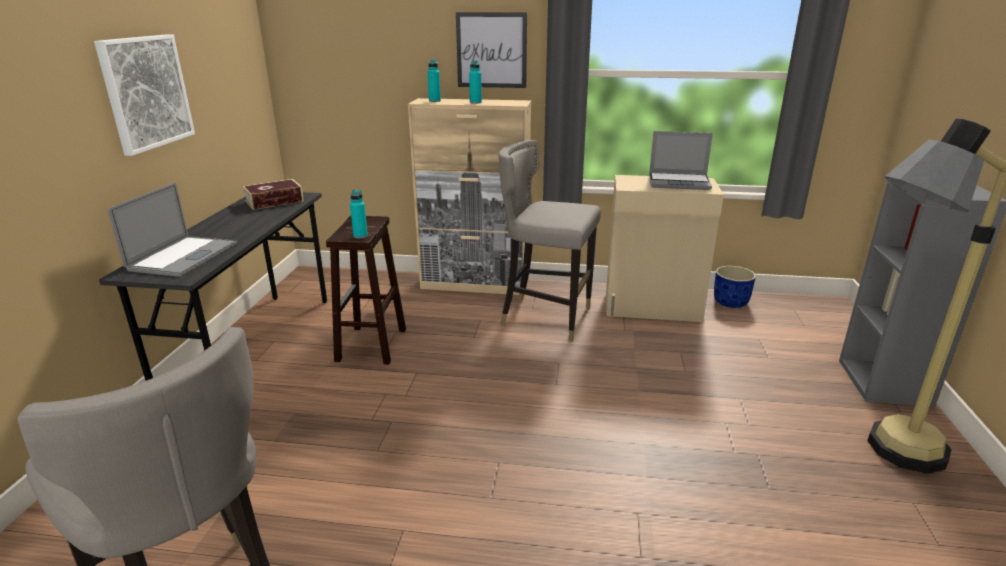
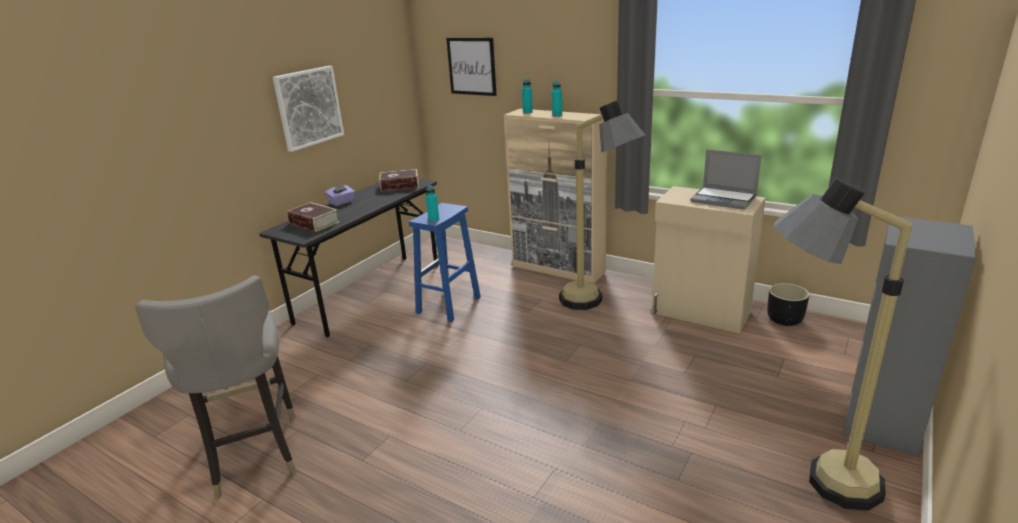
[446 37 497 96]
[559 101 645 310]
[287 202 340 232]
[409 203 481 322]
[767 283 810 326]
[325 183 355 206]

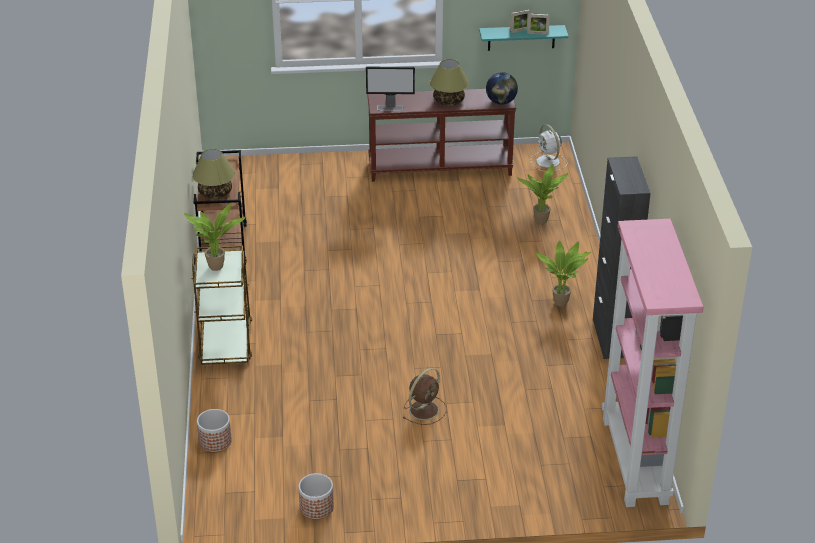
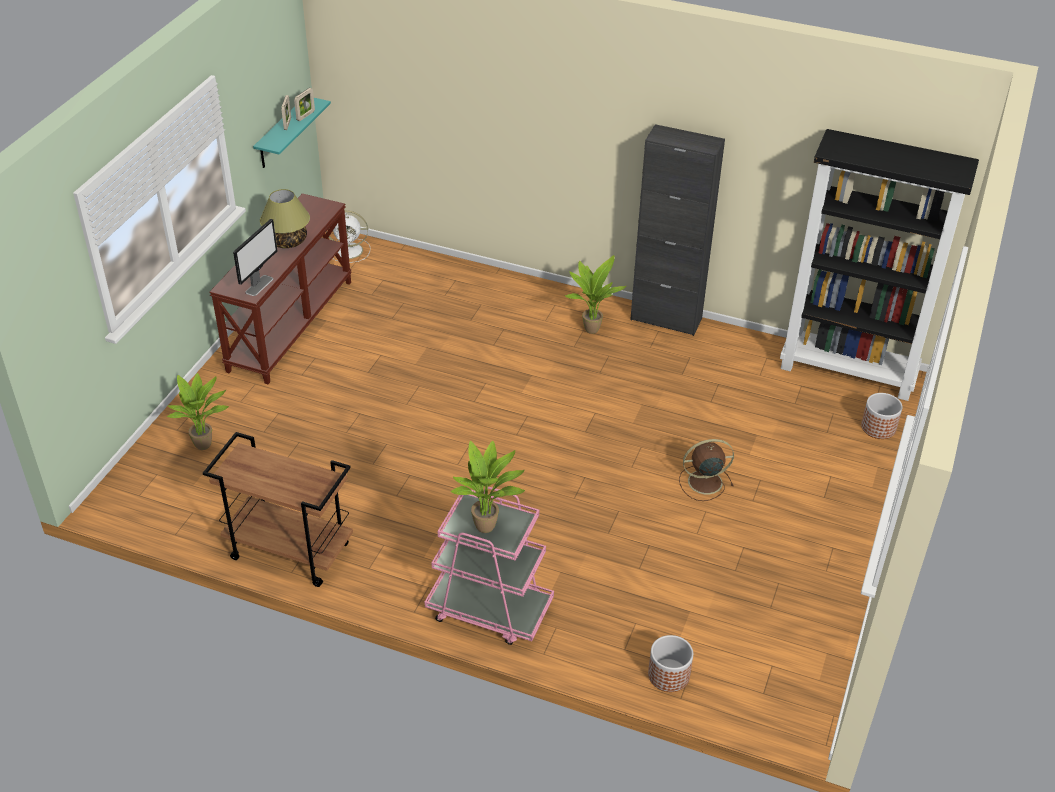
[486 72 518 105] (first image)
[192 149 235 199] (first image)
[167 373 229 450]
[780 129 979 401]
[424 487 554 645]
[679 439 734 501]
[861 393 903 439]

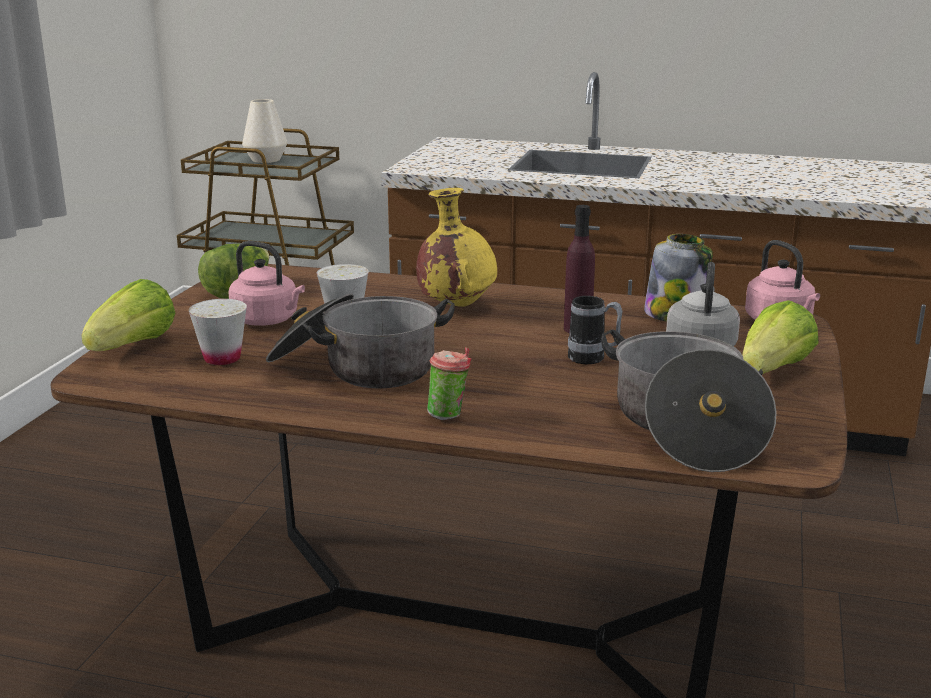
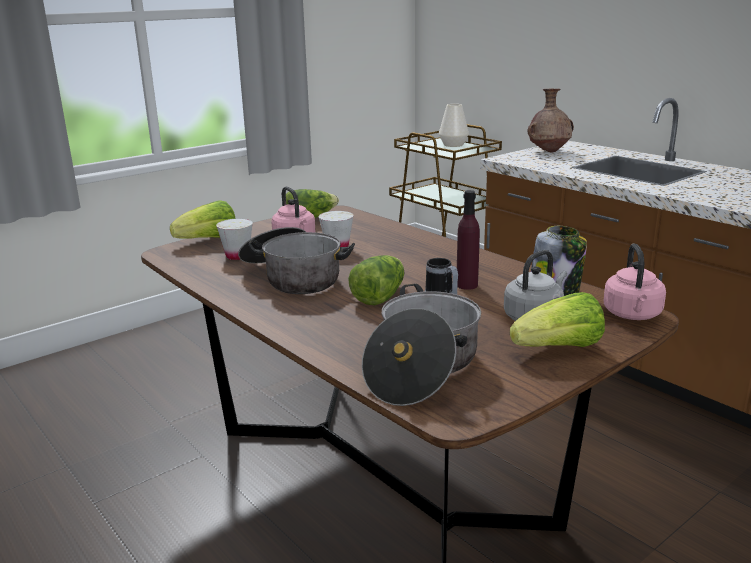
[416 188 497 307] (first image)
[427 347 472 420] (first image)
[528 89 574 153]
[348 255 405 305]

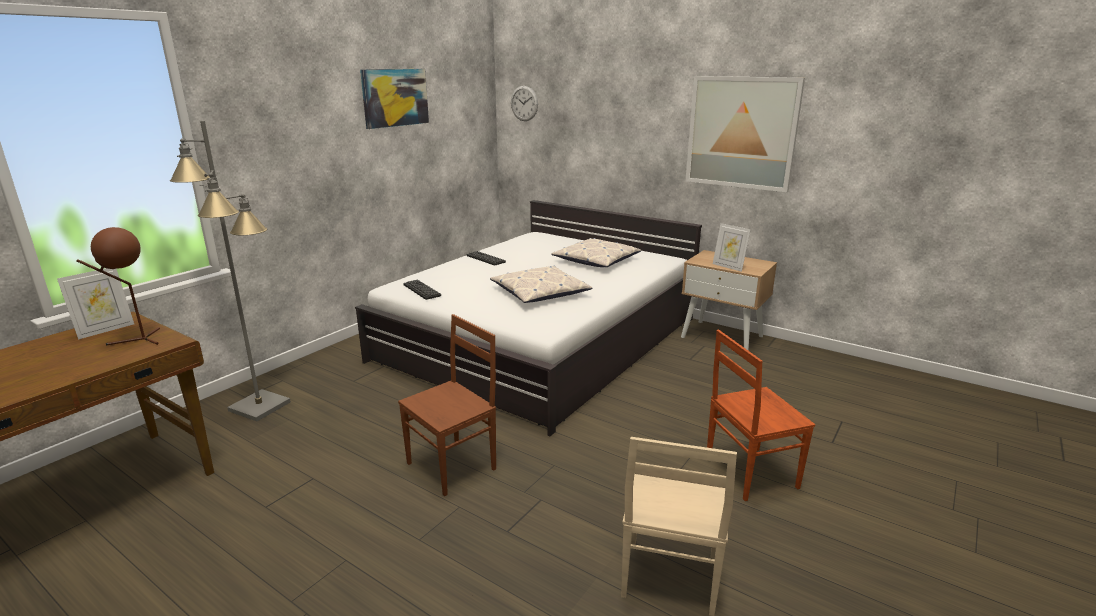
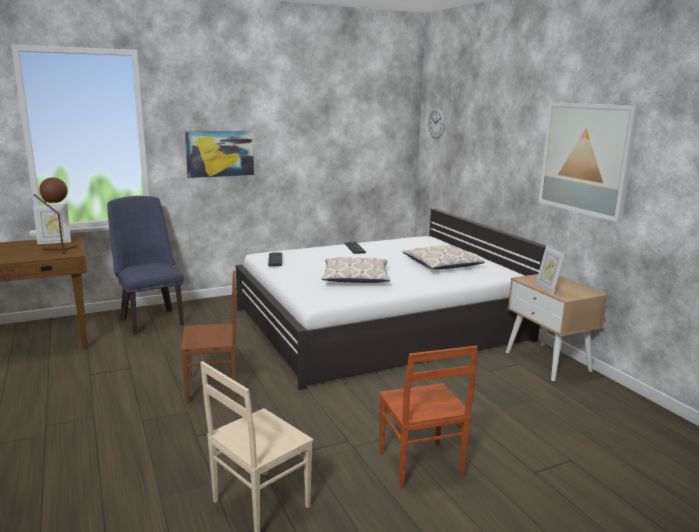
[185 131 254 178]
[107 196 184 335]
[379 346 478 489]

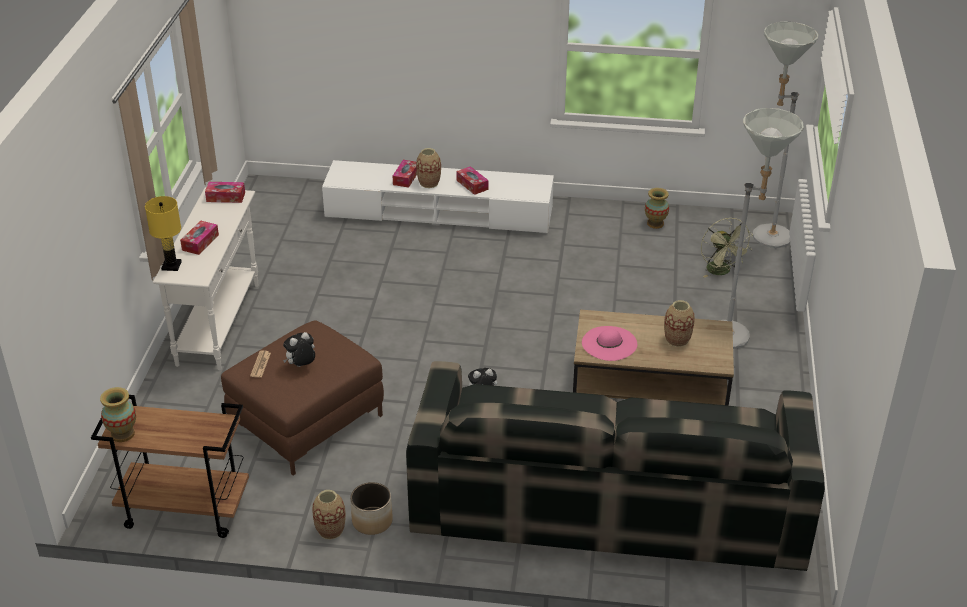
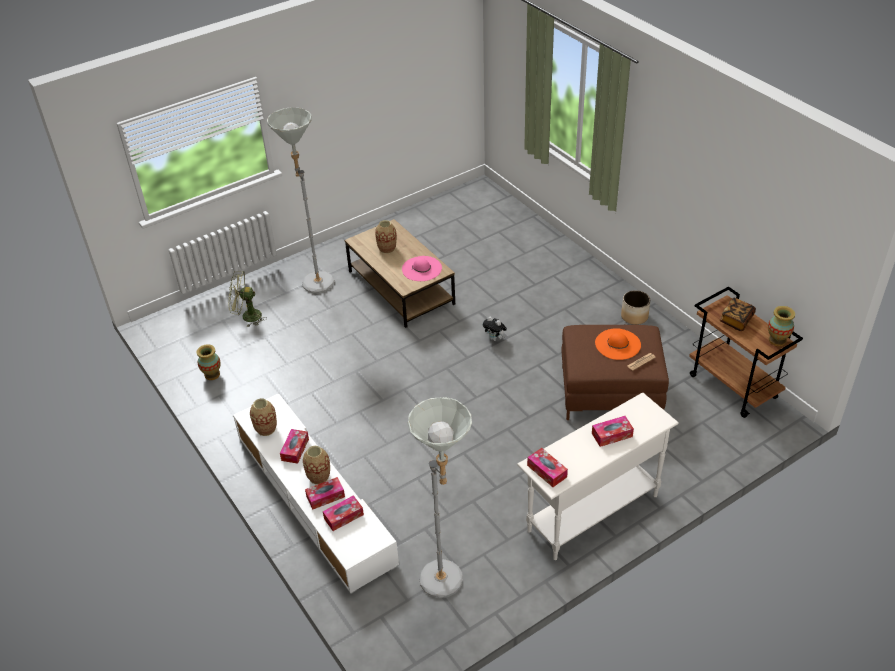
[408 397 472 598]
[145 196 182 271] (first image)
[229 271 267 327]
[595 328 641 360]
[406 361 825 571] (first image)
[250 398 277 436]
[720 297 756 331]
[323 495 364 531]

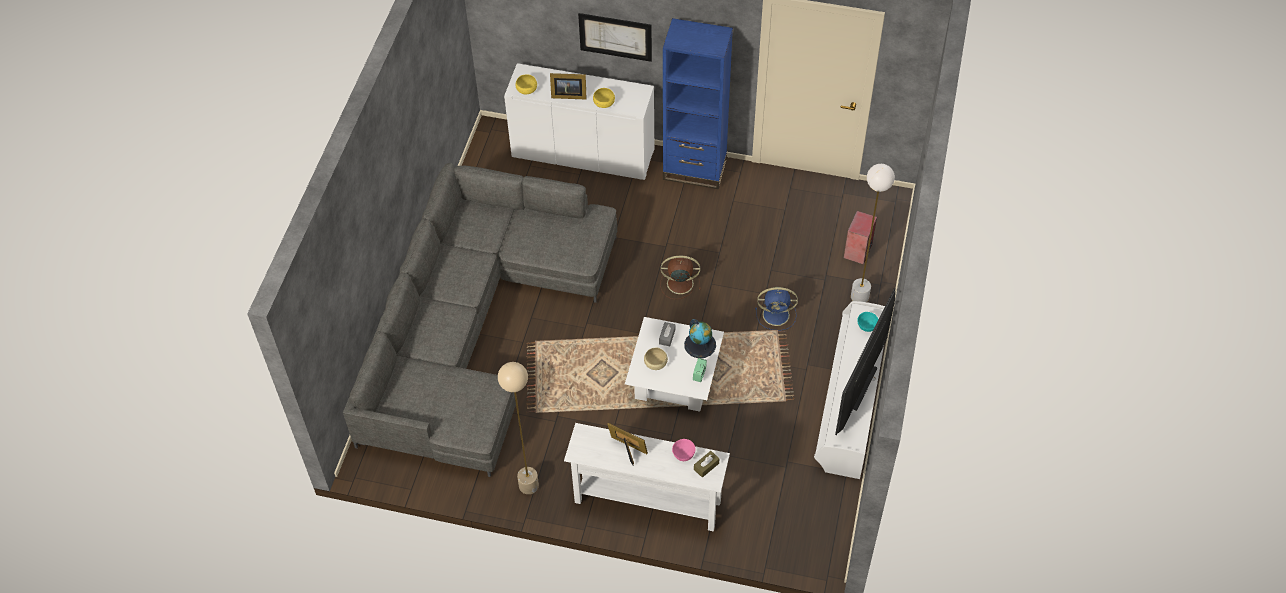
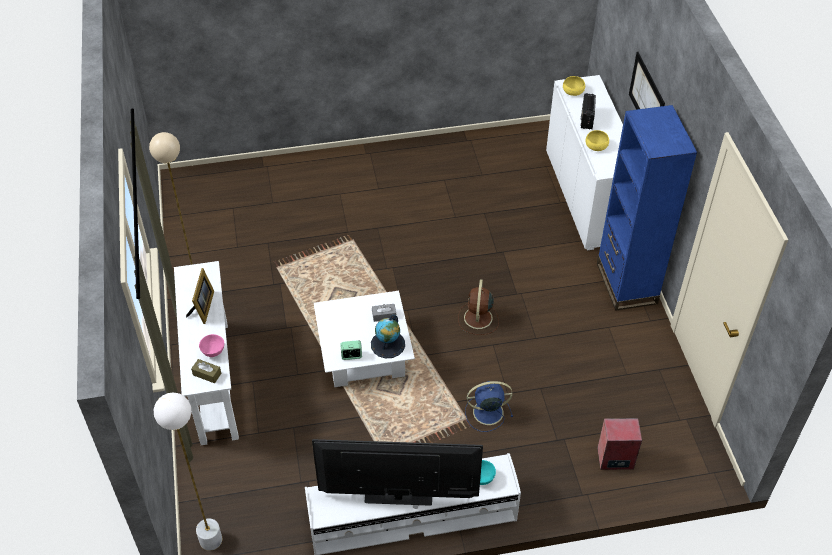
[580 93 596 129]
[343 163 617 477] (first image)
[154 392 222 551]
[458 280 499 335]
[465 381 513 432]
[644 348 668 370] (first image)

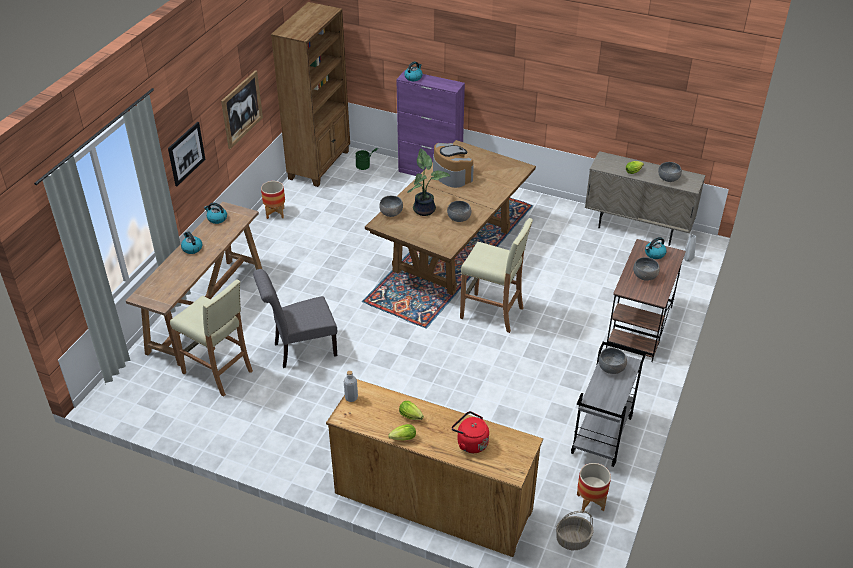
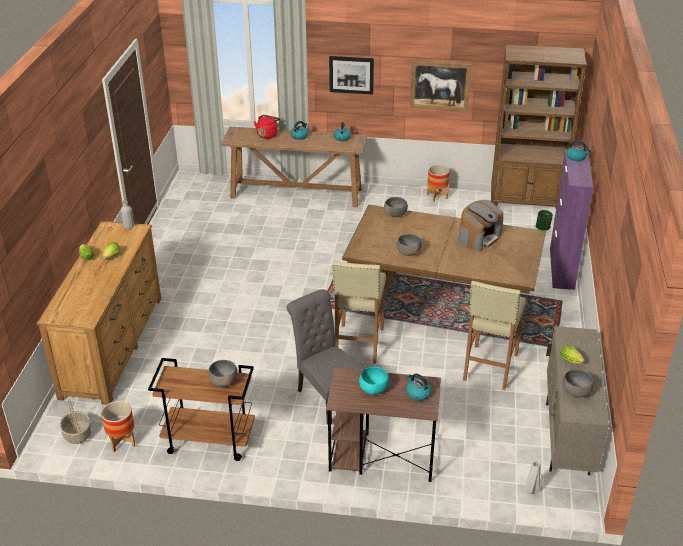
[407 148 450 216] (first image)
[359 367 389 394]
[287 289 365 424]
[463 281 526 390]
[148 358 255 461]
[254 115 280 139]

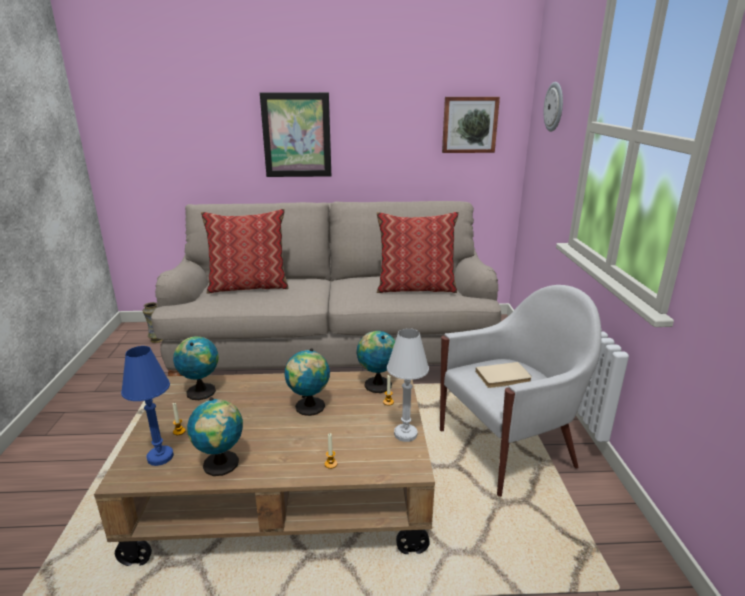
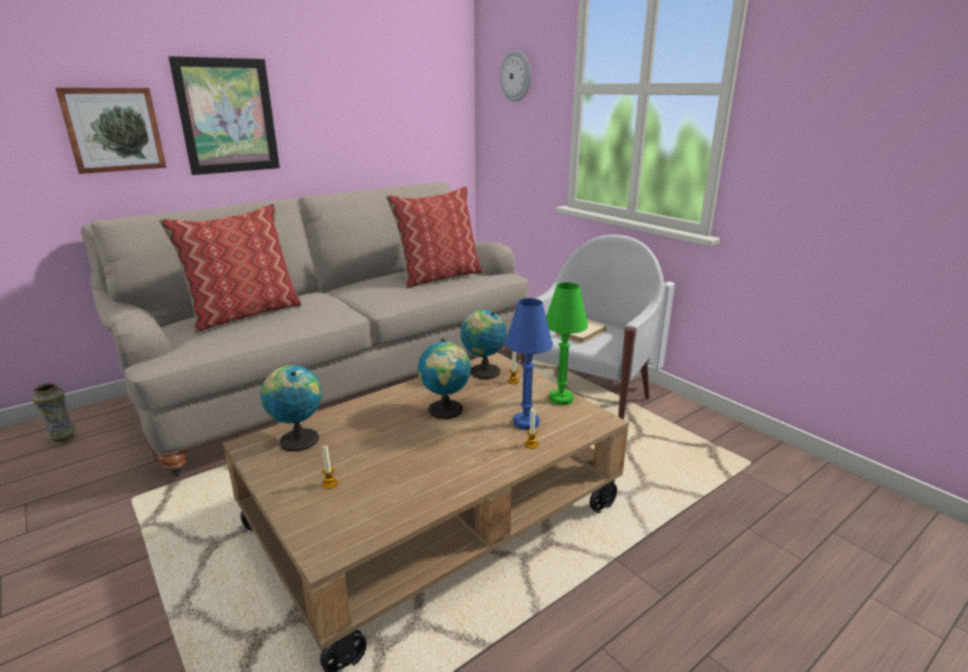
[55 88 166 174]
[546 282 588 405]
[505 298 553 430]
[187 397 243 476] (first image)

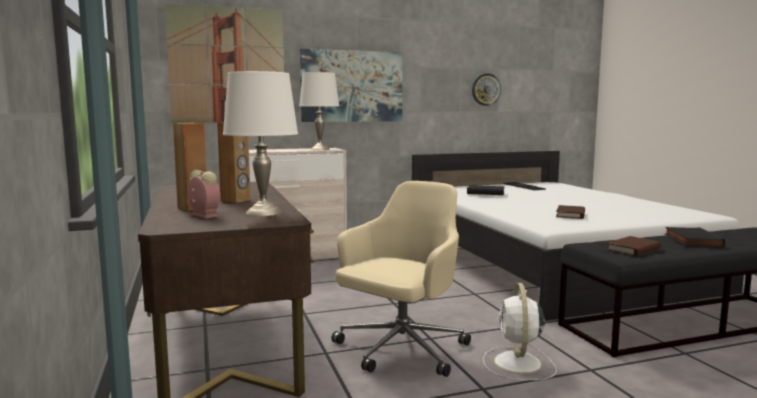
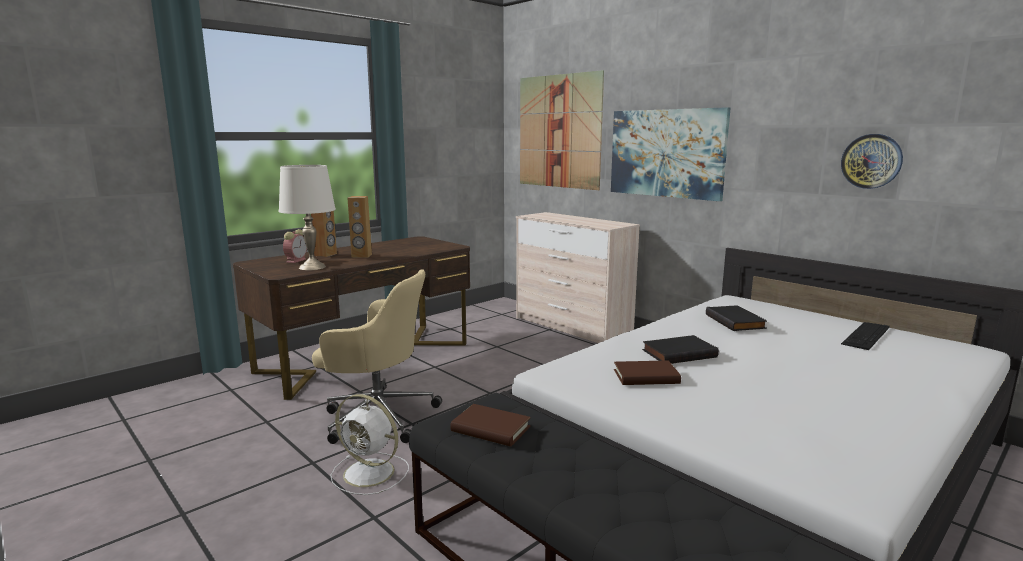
[299 72 339 150] (first image)
[642 335 719 364]
[331 394 409 495]

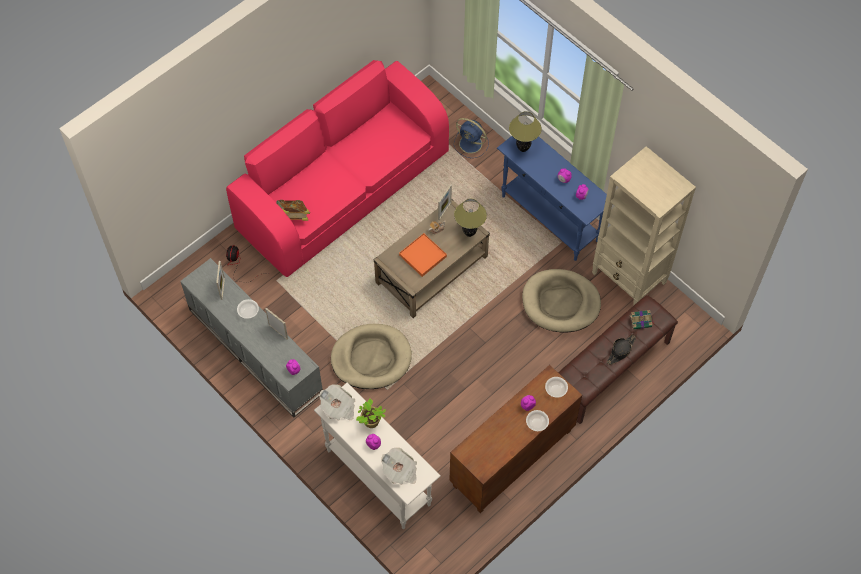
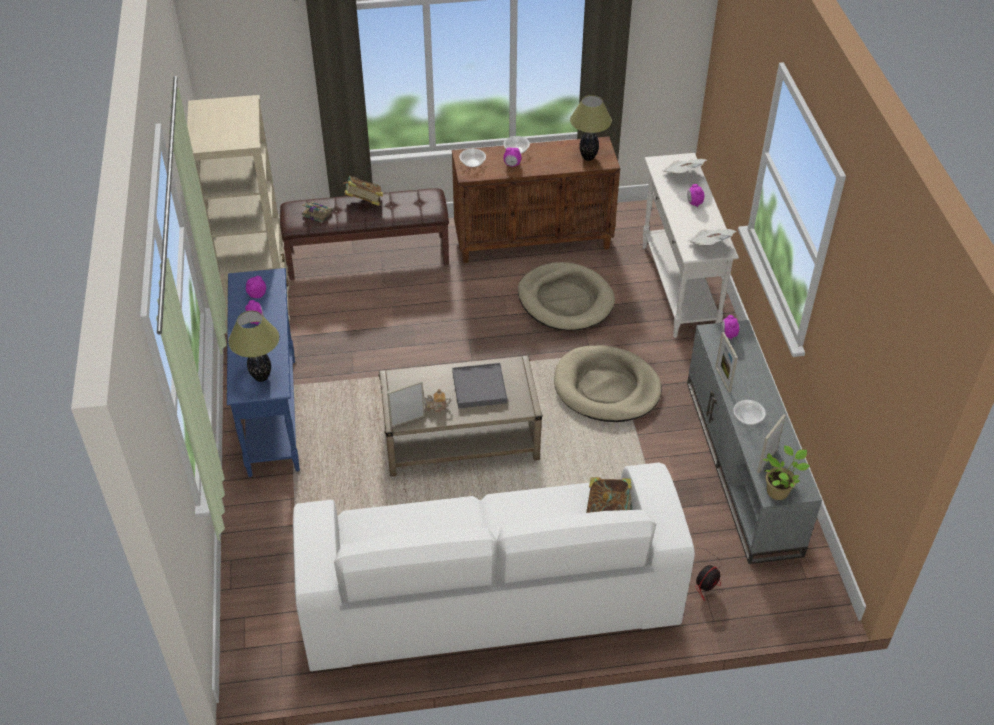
[293 463 695 671]
[454 118 489 158] (first image)
[570 95 612 161]
[452 363 507 408]
[518 262 615 331]
[343 176 383 206]
[763 445 810 500]

